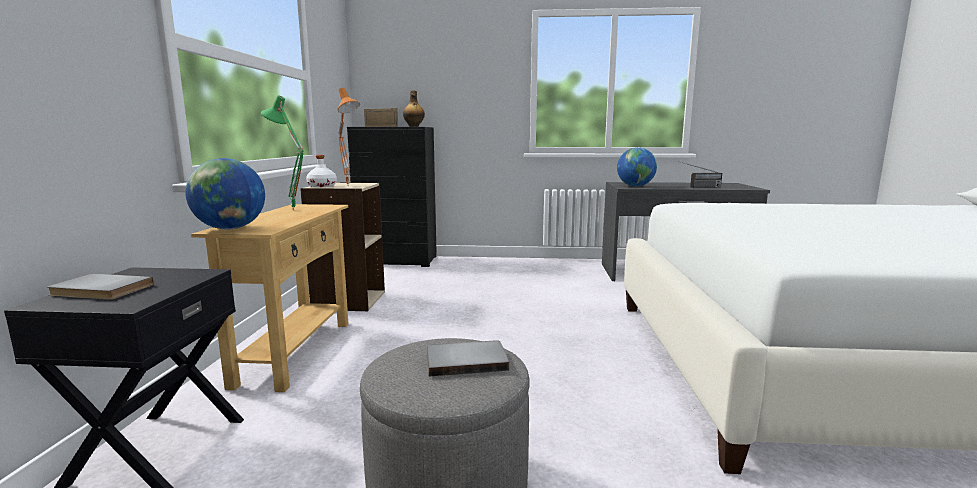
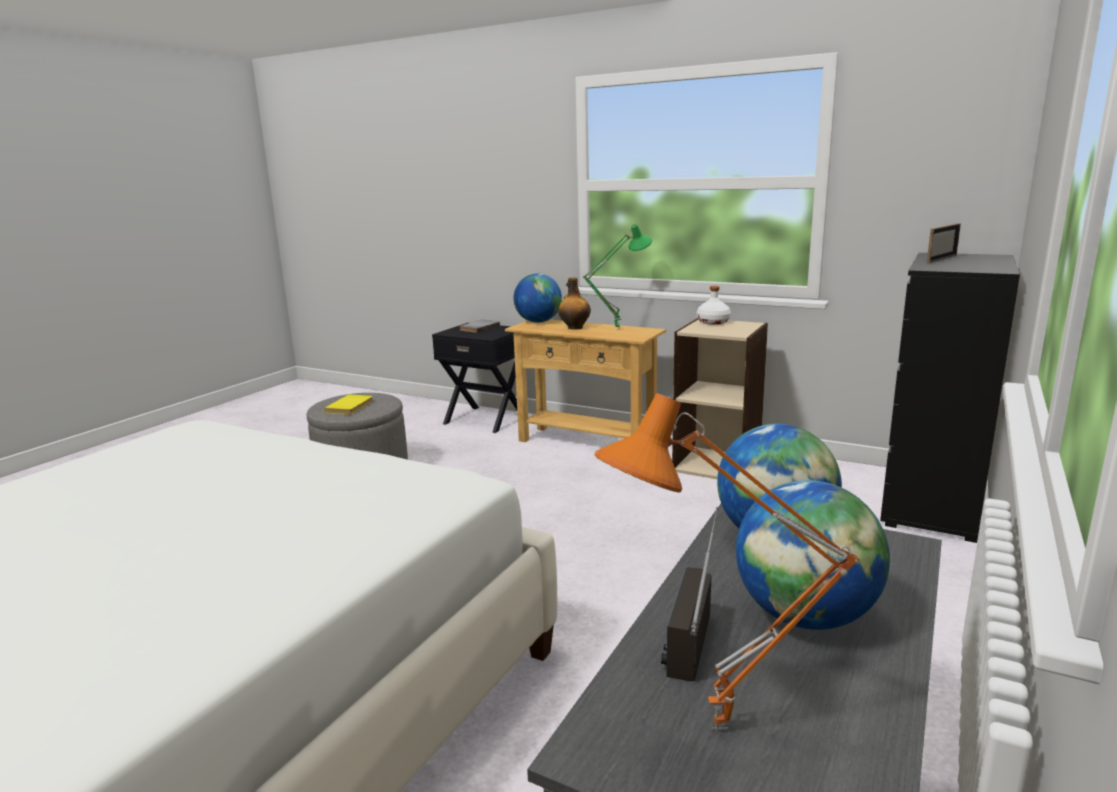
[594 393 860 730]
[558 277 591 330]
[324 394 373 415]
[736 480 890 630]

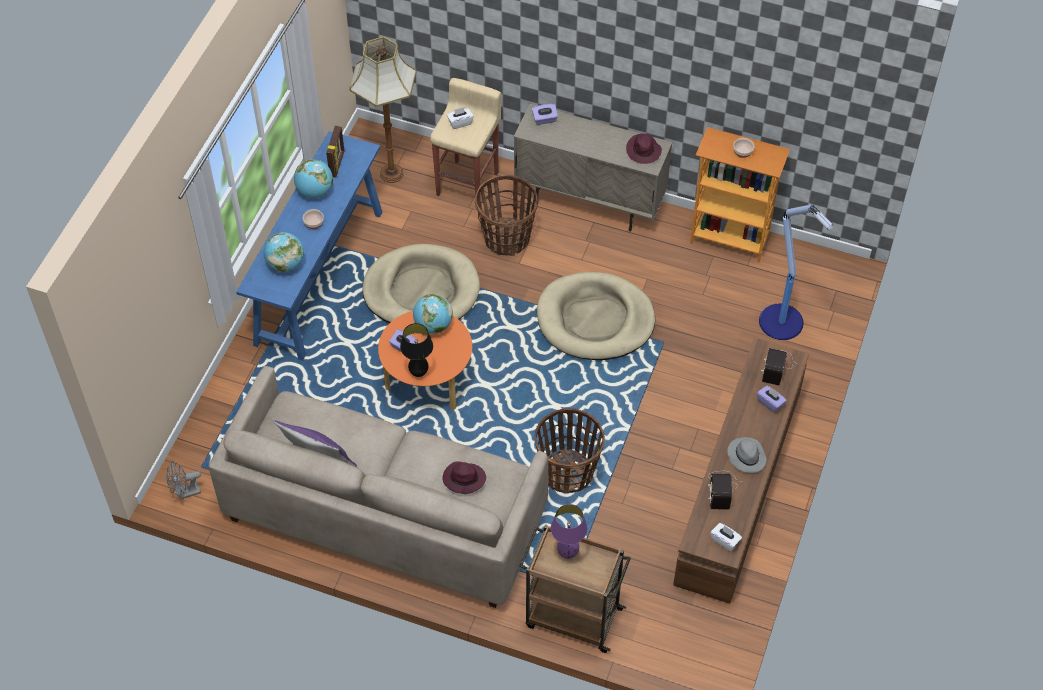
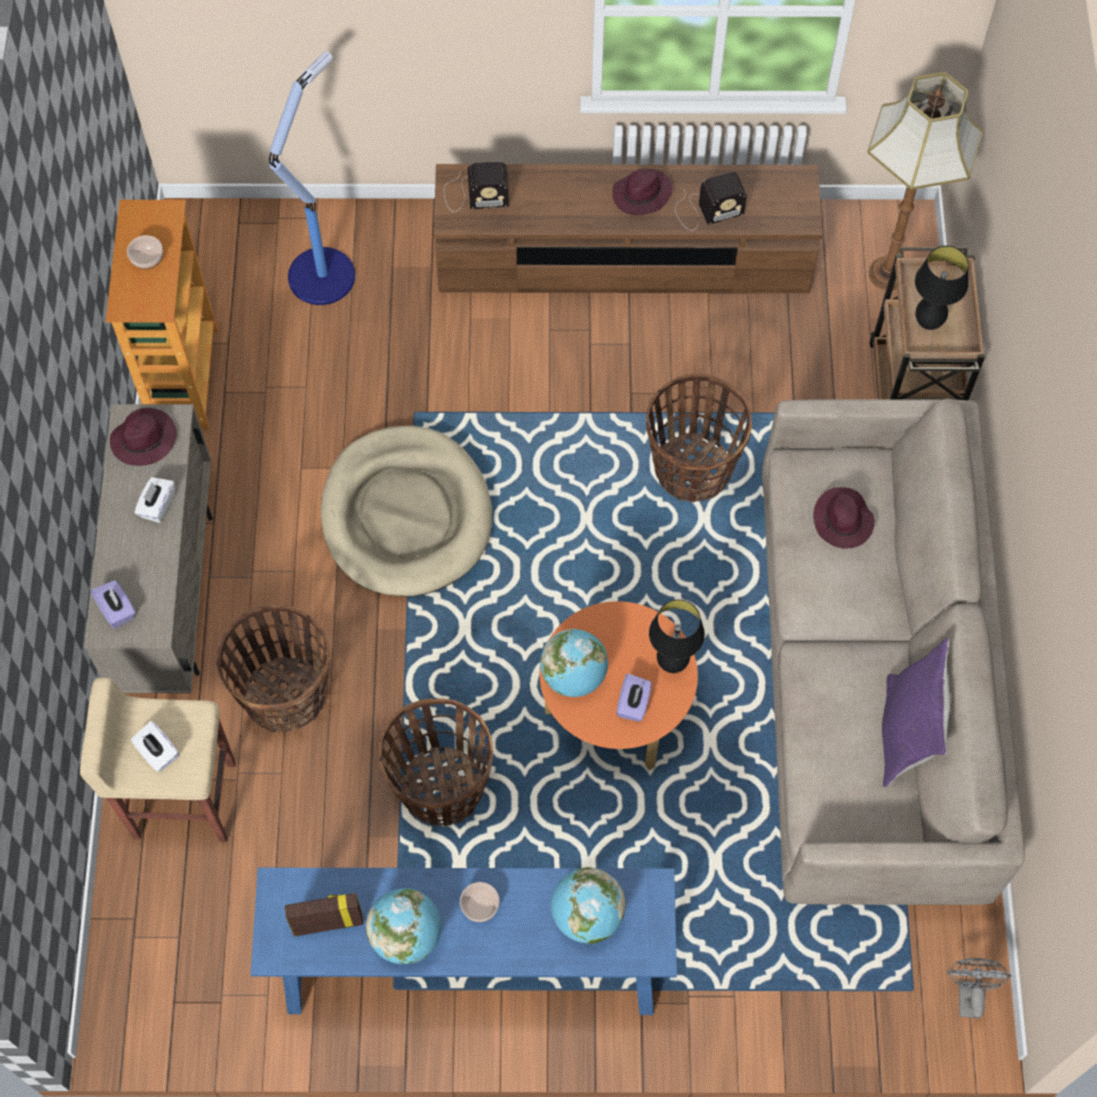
[867 72 983 290]
[379 698 493 826]
[757 385 786 413] (first image)
[612 169 672 215]
[946 958 1011 1018]
[915 246 969 330]
[135 477 175 523]

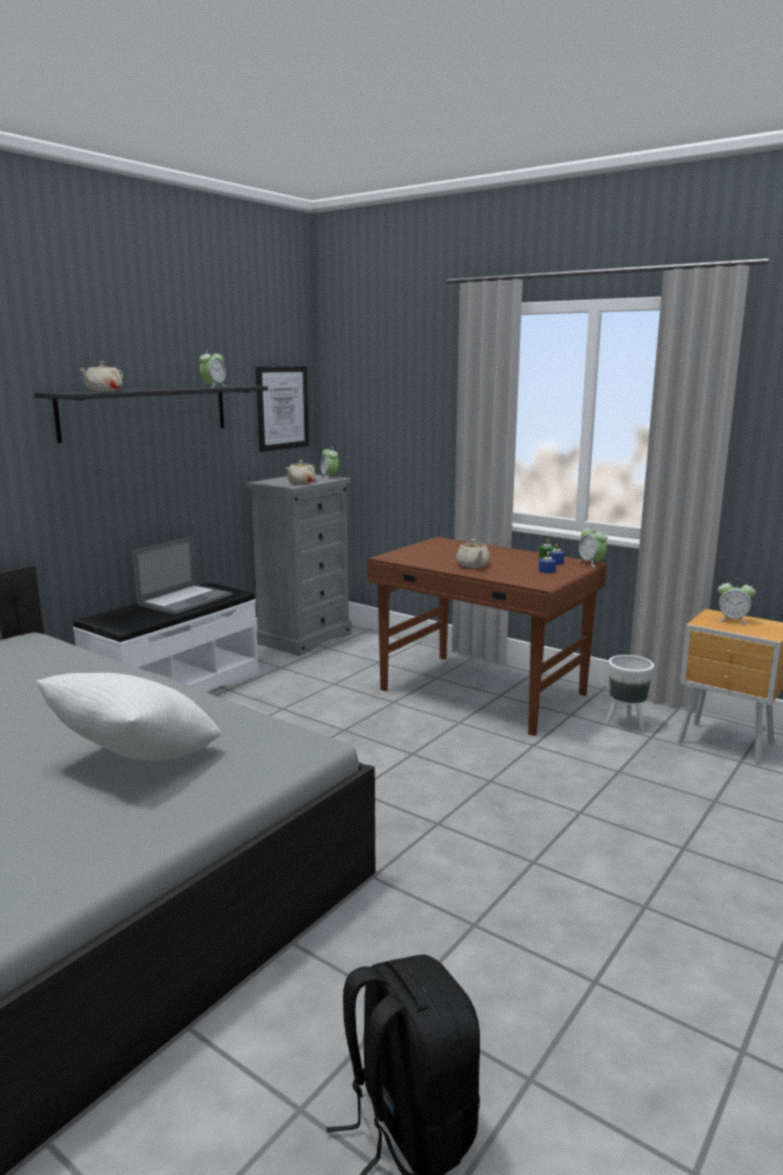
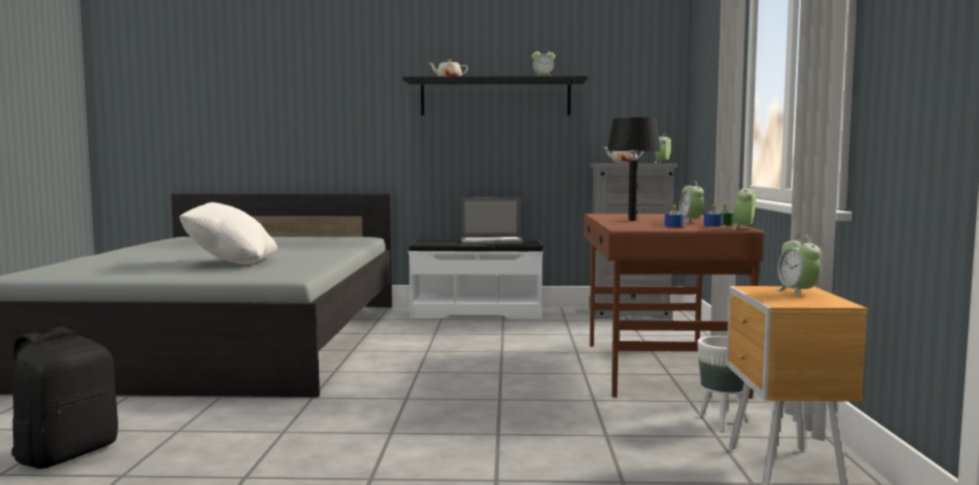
[256 366 309 452] (first image)
[607 117 661 221]
[679 181 704 223]

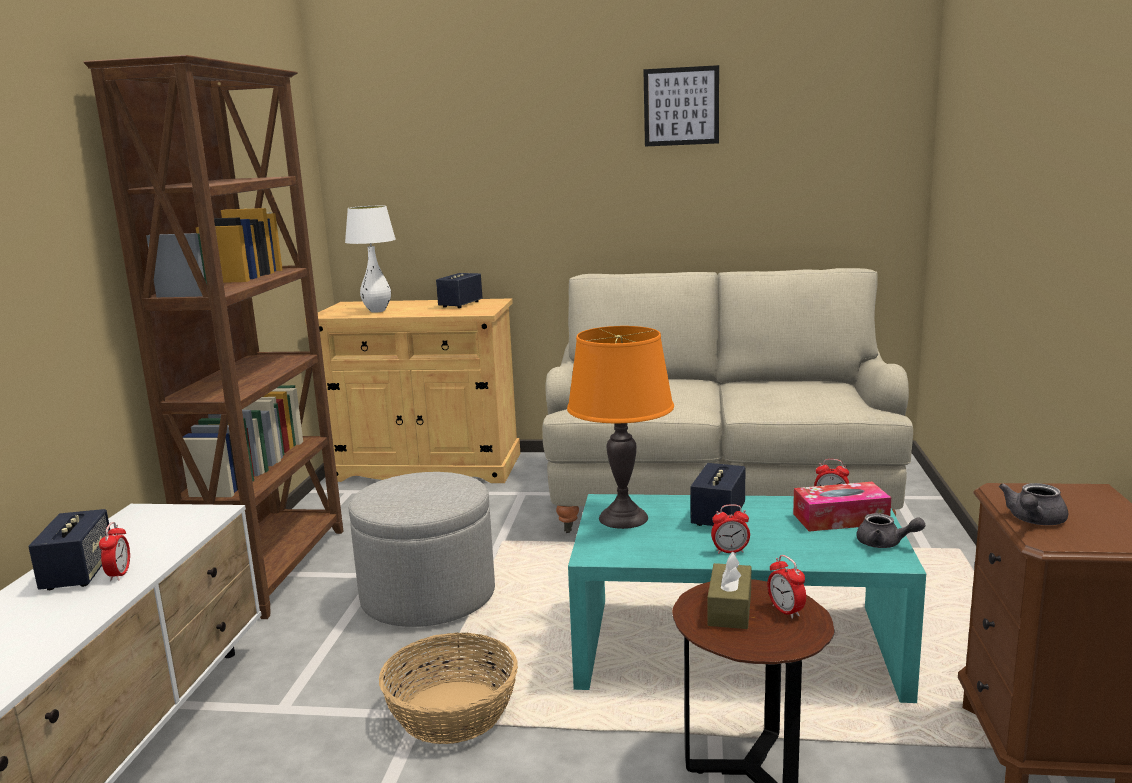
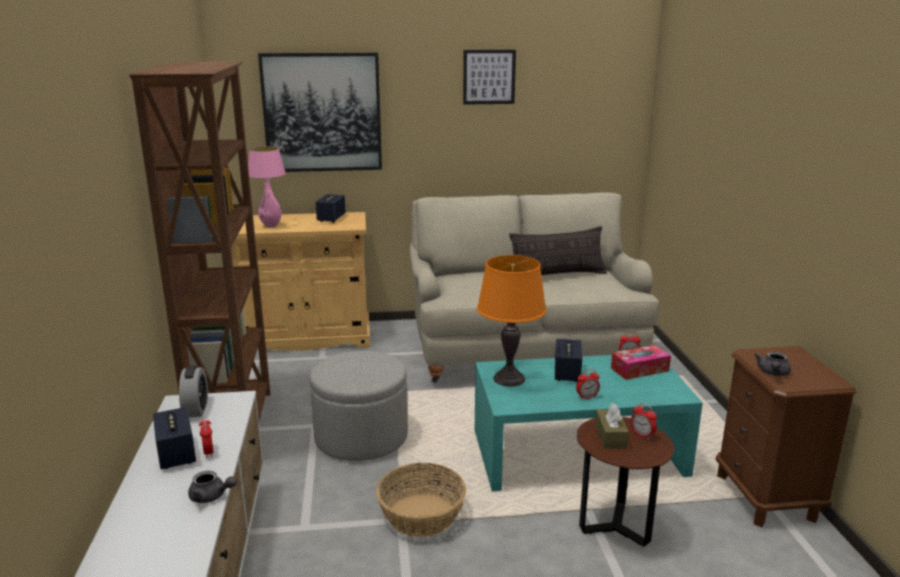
[248 147 286 227]
[188 471 237 503]
[258 53 382 172]
[509 226 607 275]
[179 366 208 417]

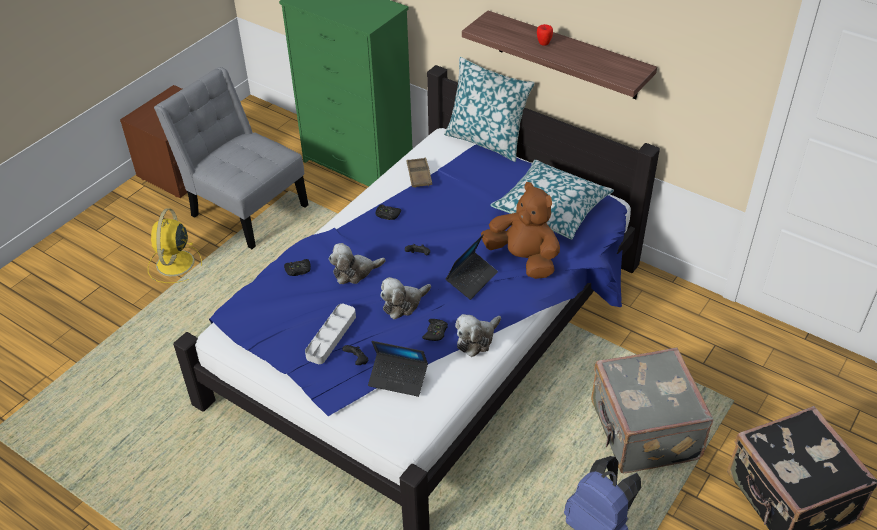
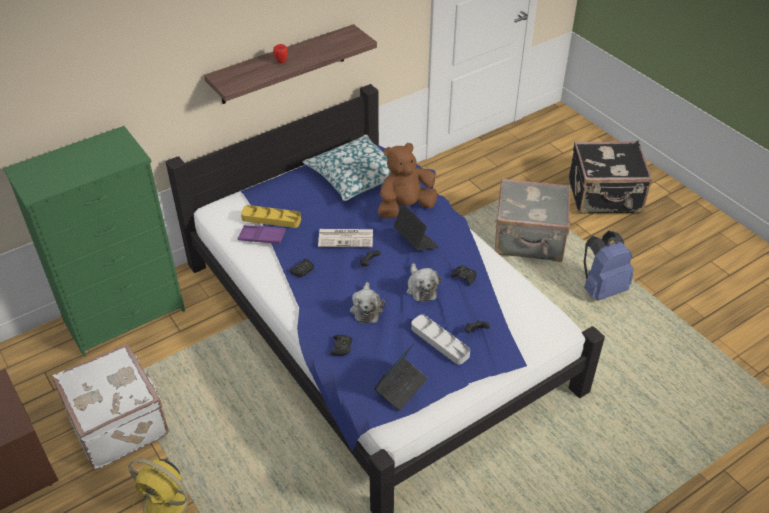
[444 57 535 162] (first image)
[52 343 168 469]
[238 225 286 244]
[455 314 501 357] (first image)
[374 343 428 411]
[241 205 301 228]
[318 229 373 247]

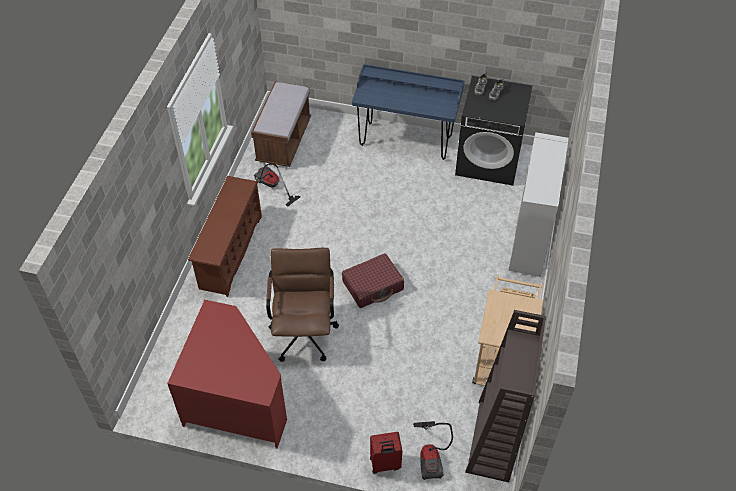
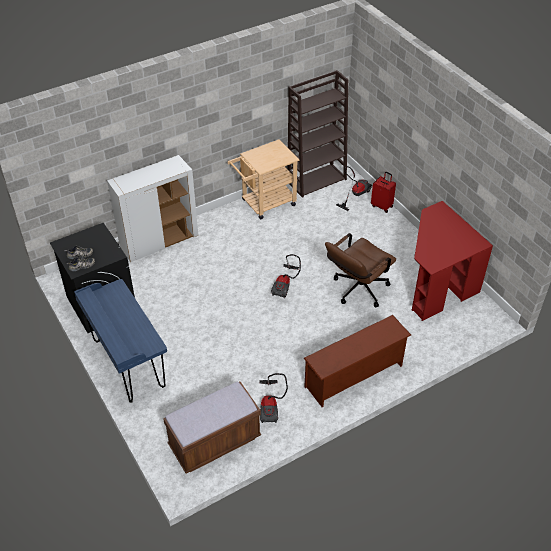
[271 254 301 298]

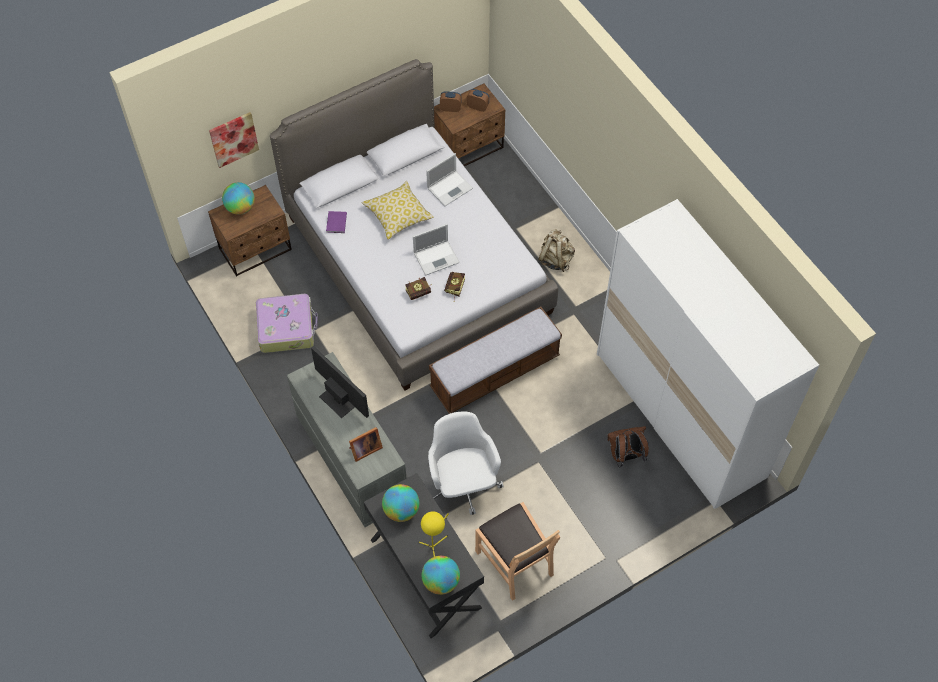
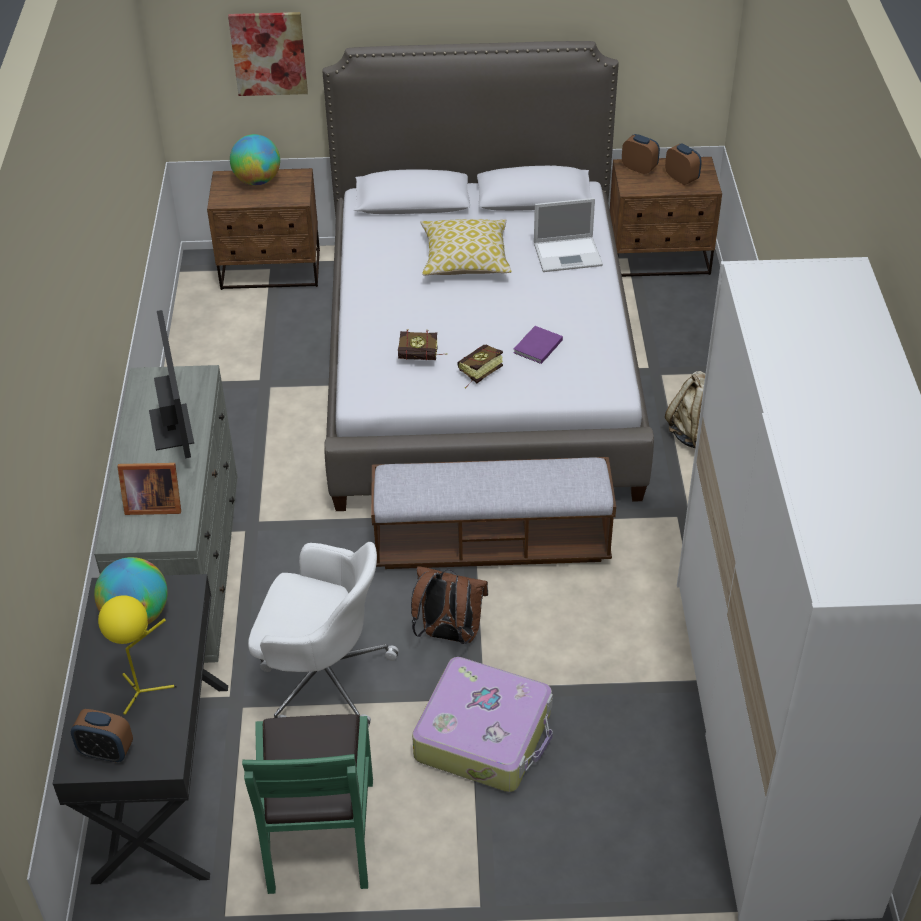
[513 326 563 364]
[413 224 460 276] (first image)
[412 657 553 792]
[248 542 399 727]
[411 566 488 644]
[242 714 373 894]
[71 709 133 762]

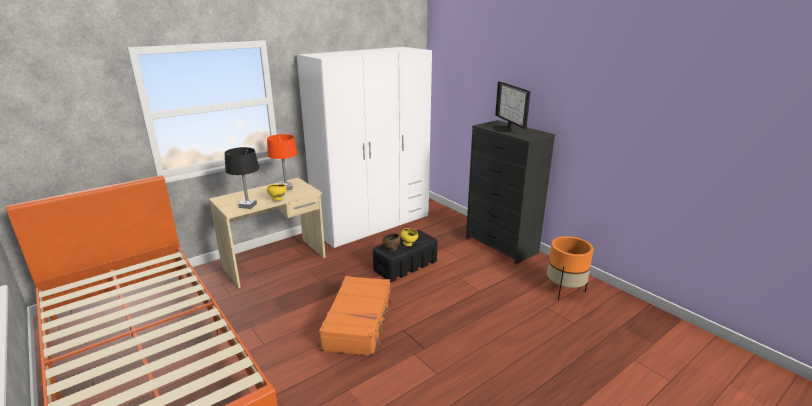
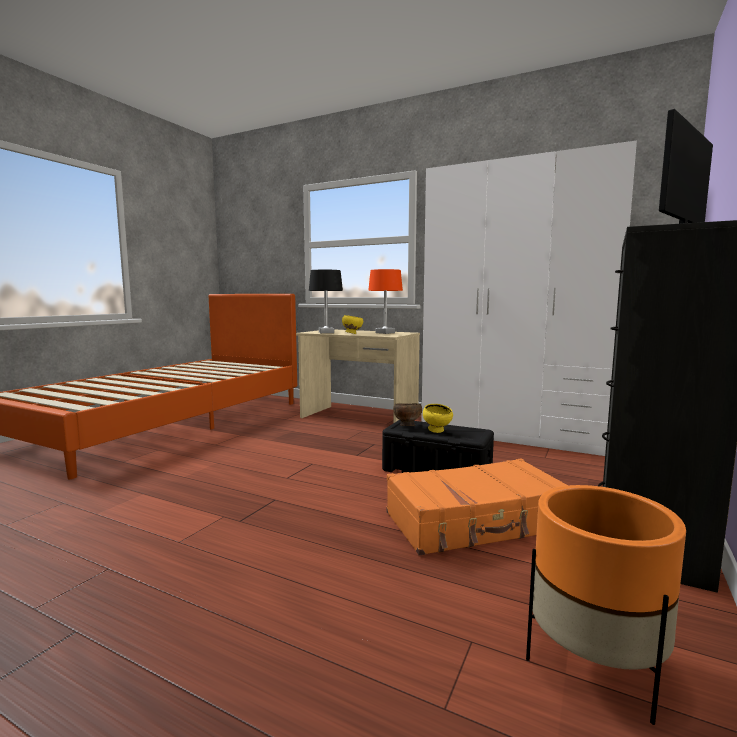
[386 459 568 556]

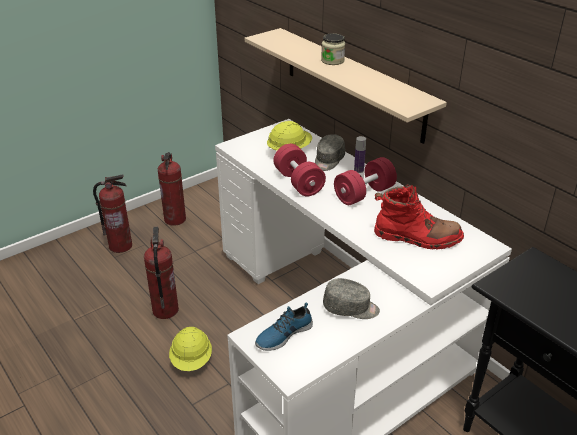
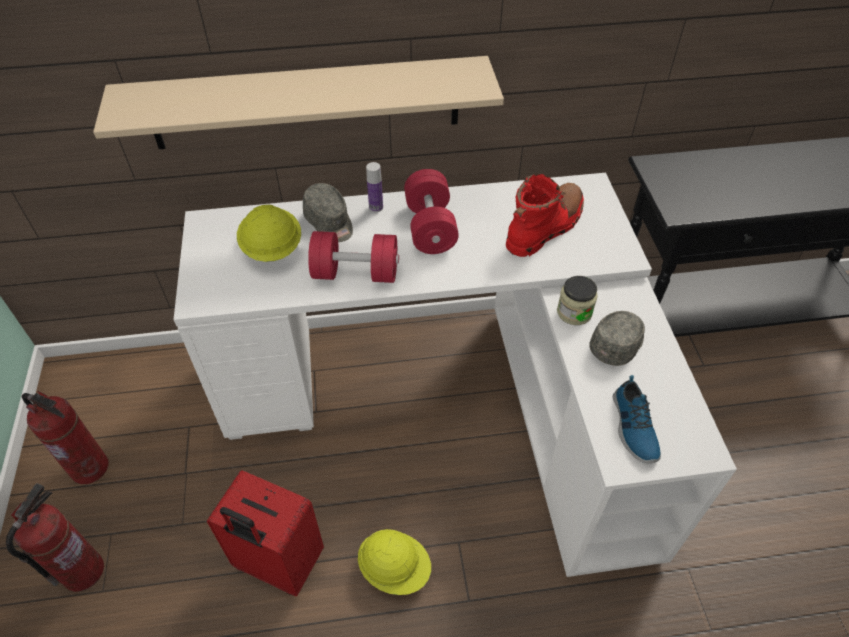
[557 276 598 325]
[207 470 324 596]

